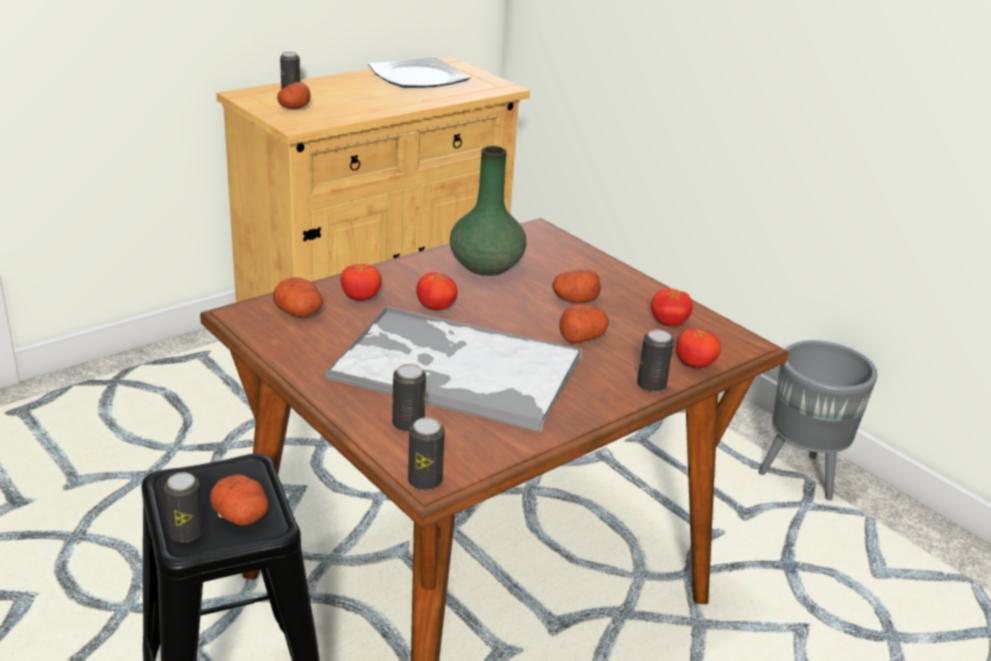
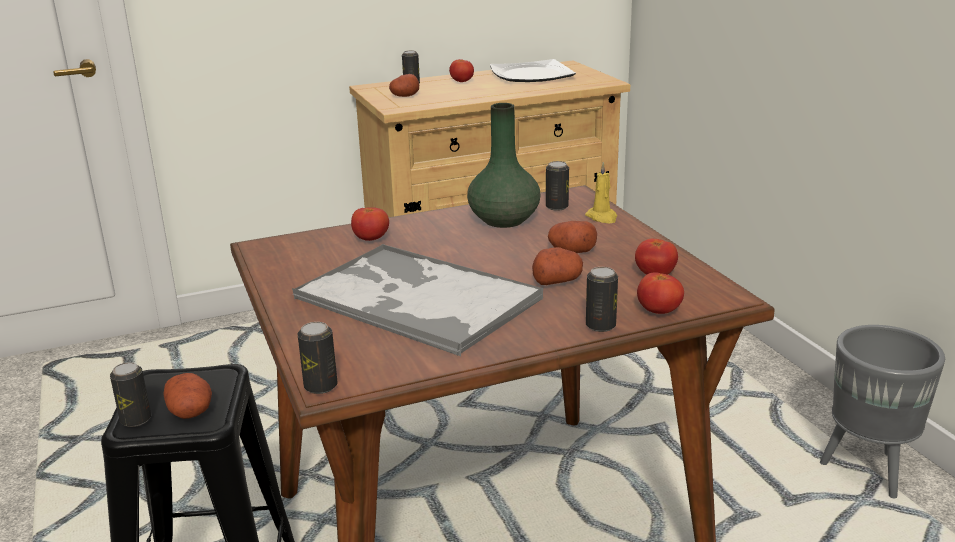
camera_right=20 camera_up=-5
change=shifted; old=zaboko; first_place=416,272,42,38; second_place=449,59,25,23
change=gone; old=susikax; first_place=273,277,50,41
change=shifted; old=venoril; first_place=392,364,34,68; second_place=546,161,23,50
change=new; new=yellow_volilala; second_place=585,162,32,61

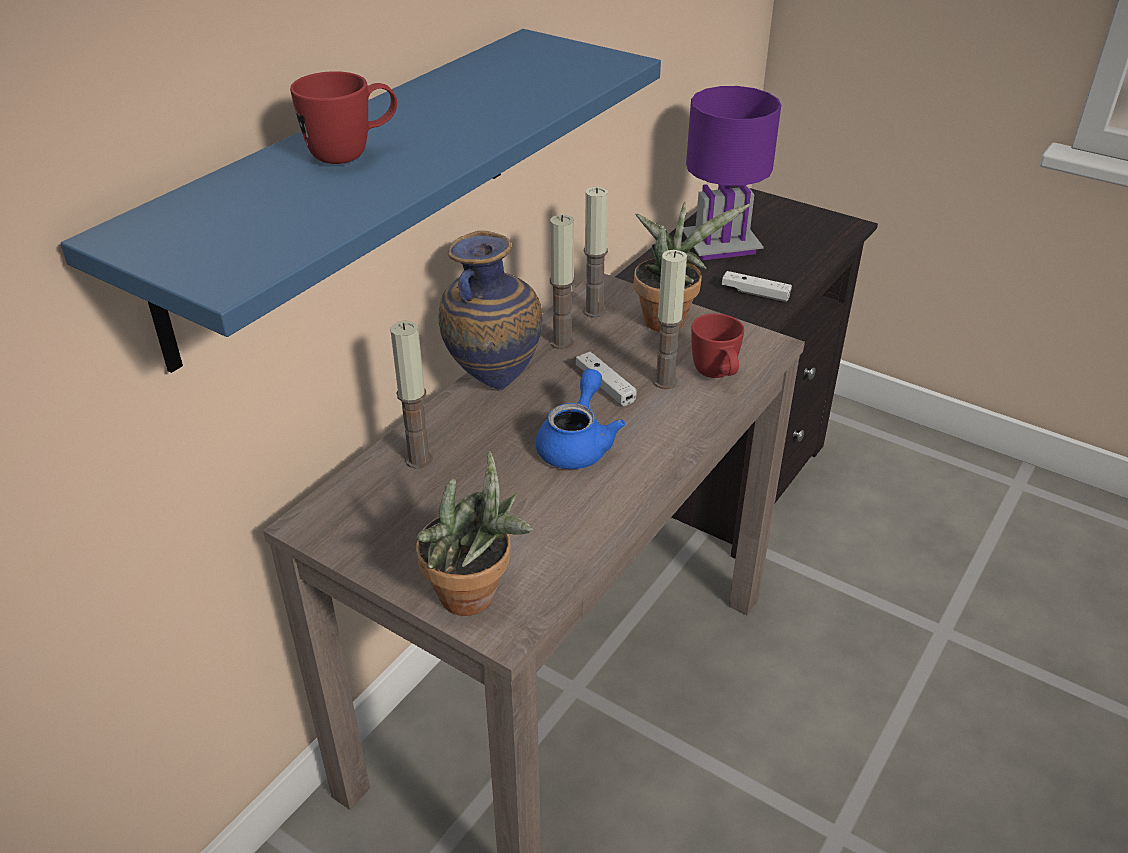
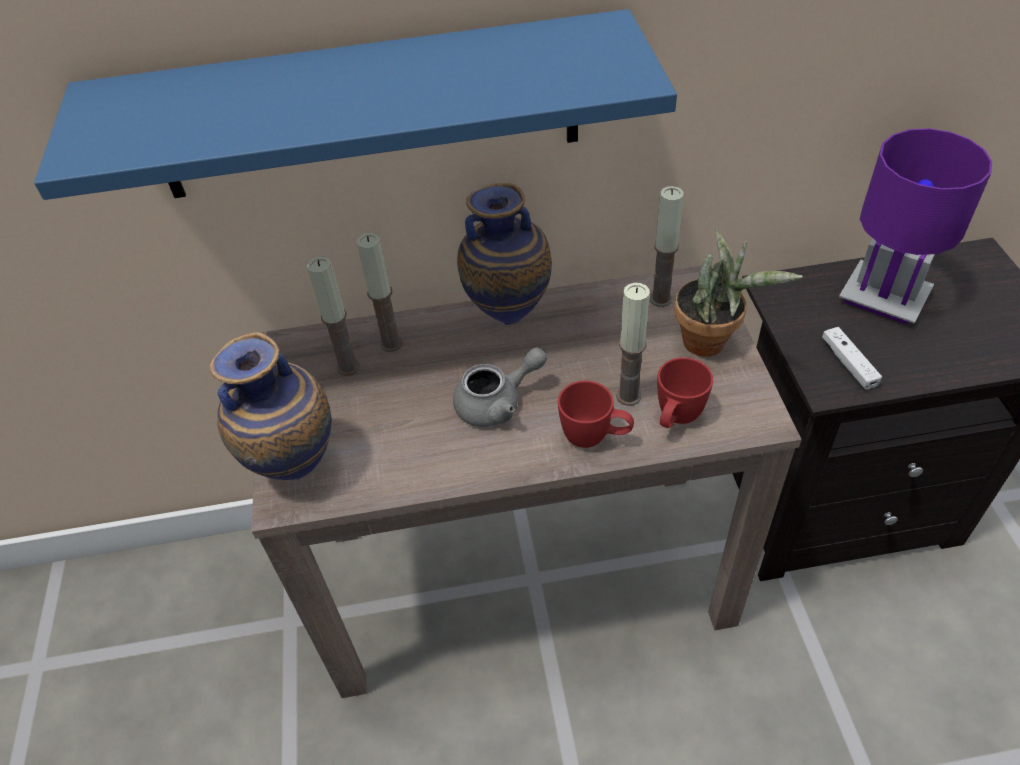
camera_right=50 camera_up=10
change=shifted; old=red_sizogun; first_place=290,71,107,93; second_place=558,381,76,67
change=shifted; old=volilala; first_place=549,215,26,134; second_place=307,257,53,119
change=gone; old=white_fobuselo; first_place=576,352,61,54
change=repainted; old=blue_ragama; new=grey_ragama; first_place=536,369,89,100; second_place=453,348,94,79
change=swapped; old=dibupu; new=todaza; first_place=416,451,117,165; second_place=210,332,122,148

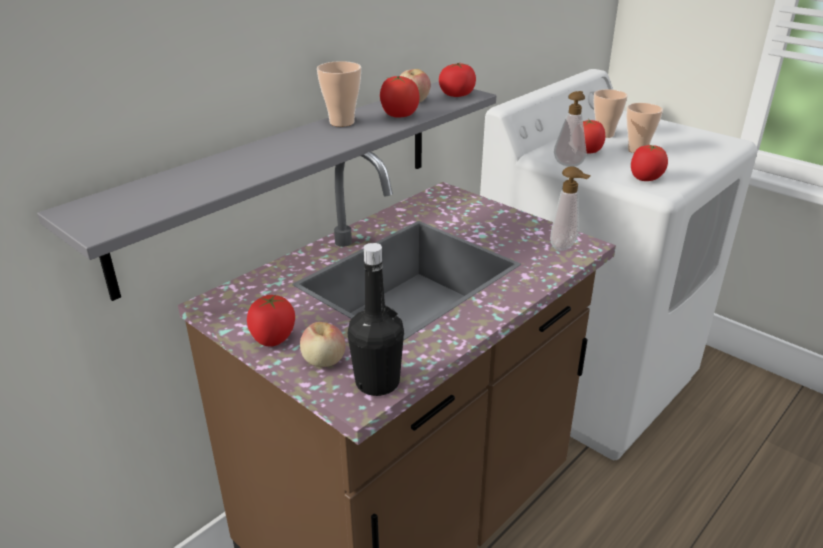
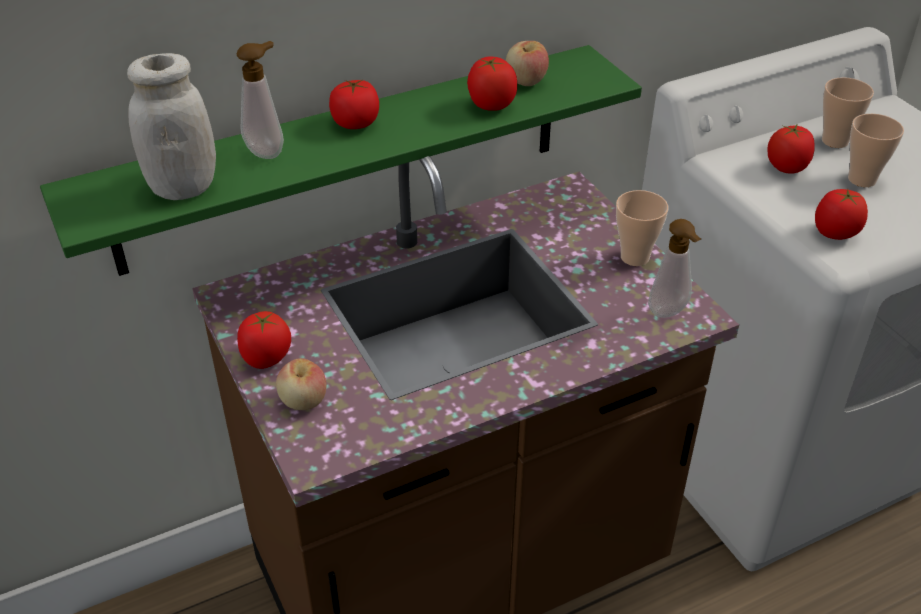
camera_right=20 camera_up=10
change=shifted; old=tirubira; first_place=317,61,44,66; second_place=616,190,52,76
change=shifted; old=zaboko; first_place=439,63,37,34; second_place=329,80,50,49
change=repainted; old=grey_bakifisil; new=green_bakifisil; first_place=37,81,459,220; second_place=40,45,602,231
change=shifted; old=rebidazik; first_place=554,91,33,76; second_place=237,41,47,118
change=gone; old=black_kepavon; first_place=348,243,56,153
change=new; new=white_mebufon; second_place=127,53,89,147

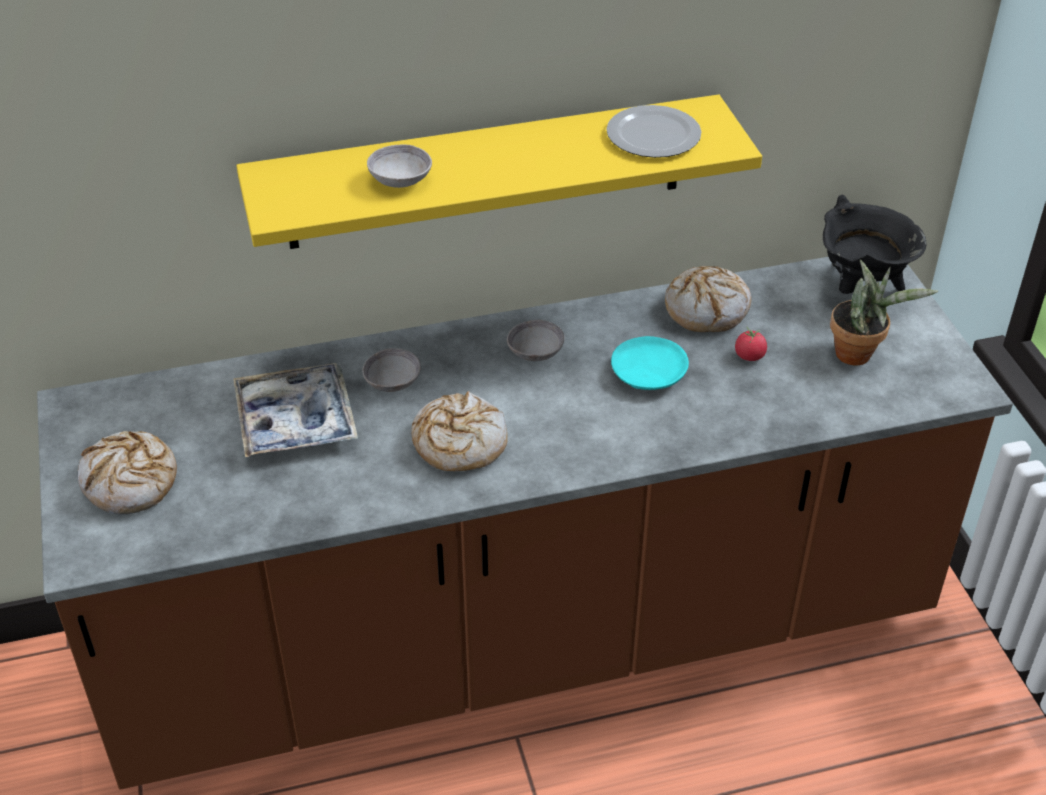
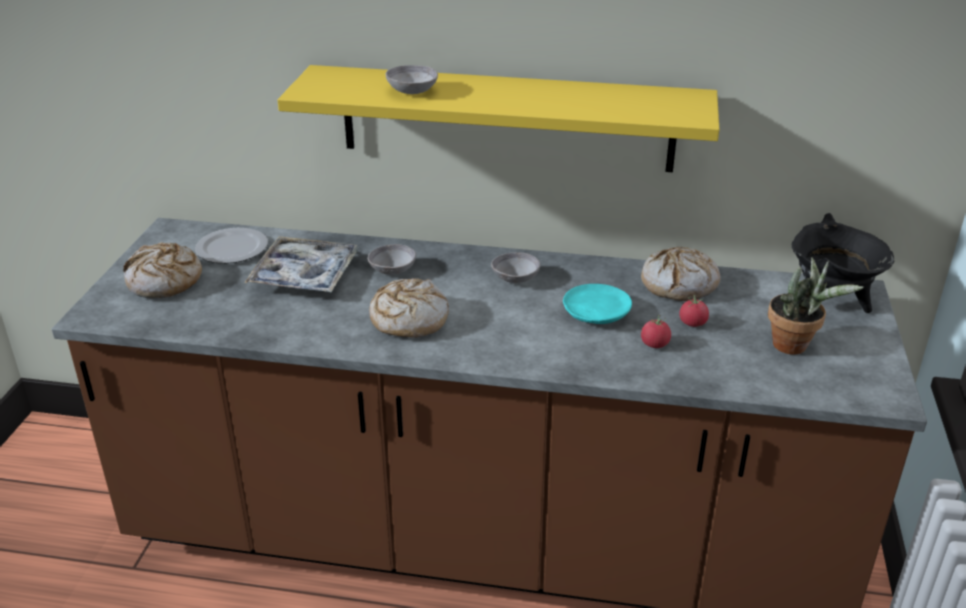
camera_right=25 camera_up=-10
change=shifted; old=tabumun; first_place=606,105,96,53; second_place=195,228,73,36
change=new; new=zaboko; second_place=641,315,30,33

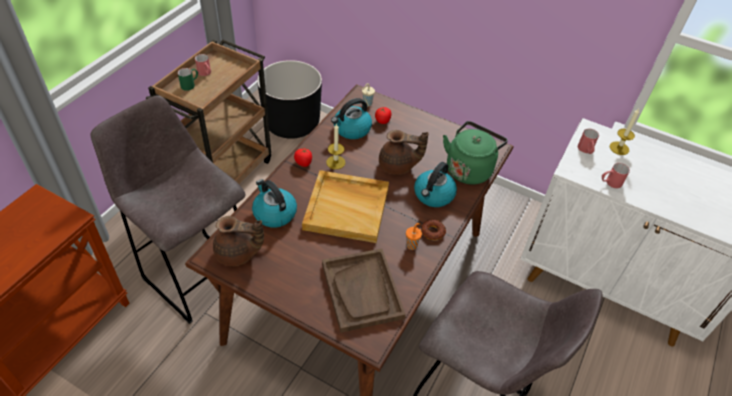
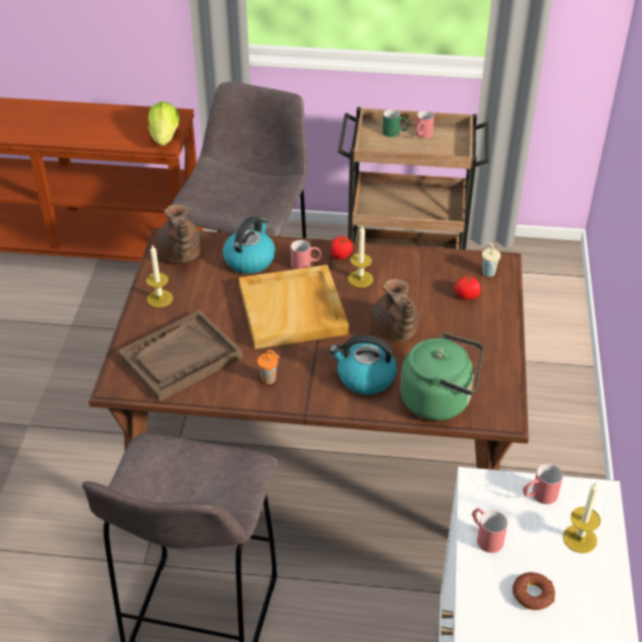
camera_right=70 camera_up=-5
change=gone; old=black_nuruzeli; first_place=257,60,65,79
change=gone; old=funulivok; first_place=331,98,41,41
change=shifted; old=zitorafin; first_place=421,219,25,21; second_place=513,572,42,38
change=new; new=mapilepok; second_place=148,102,32,44
change=new; new=red_sizogun; second_place=291,240,30,29
change=new; new=volilala; second_place=146,245,27,63

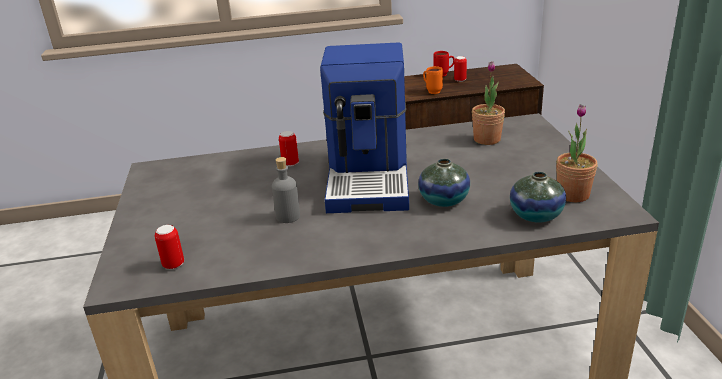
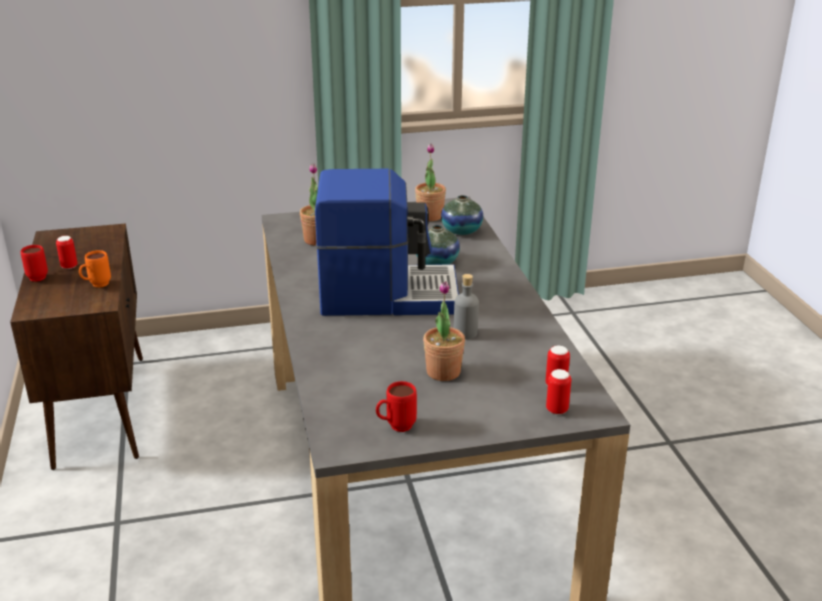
camera_right=-95 camera_up=0
change=shifted; old=venoril; first_place=279,131,20,36; second_place=546,369,25,45
change=new; new=dibupu; second_place=423,281,42,100
change=new; new=red_sizogun; second_place=376,381,41,51

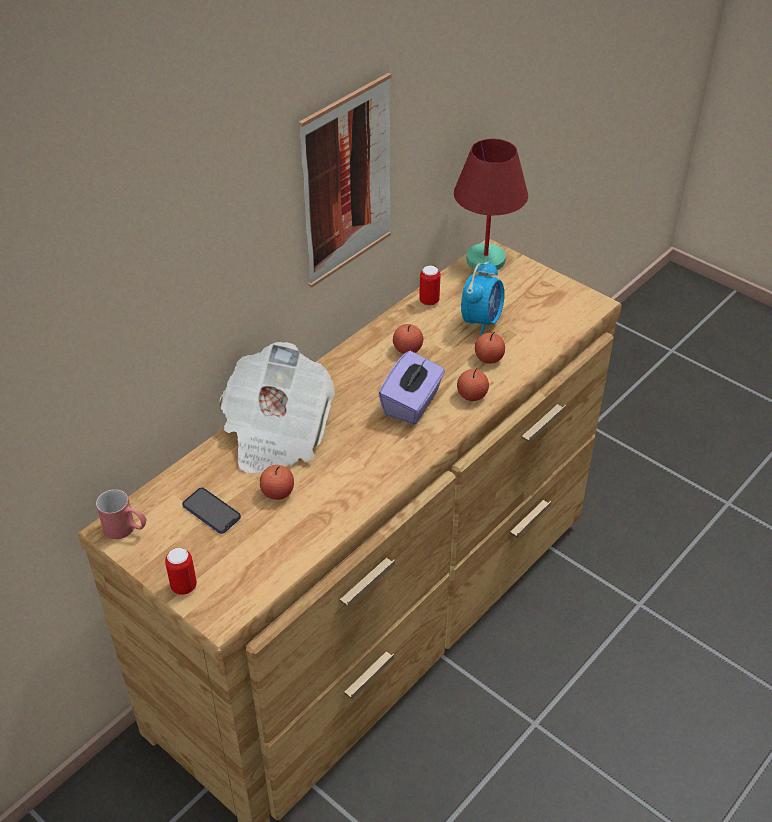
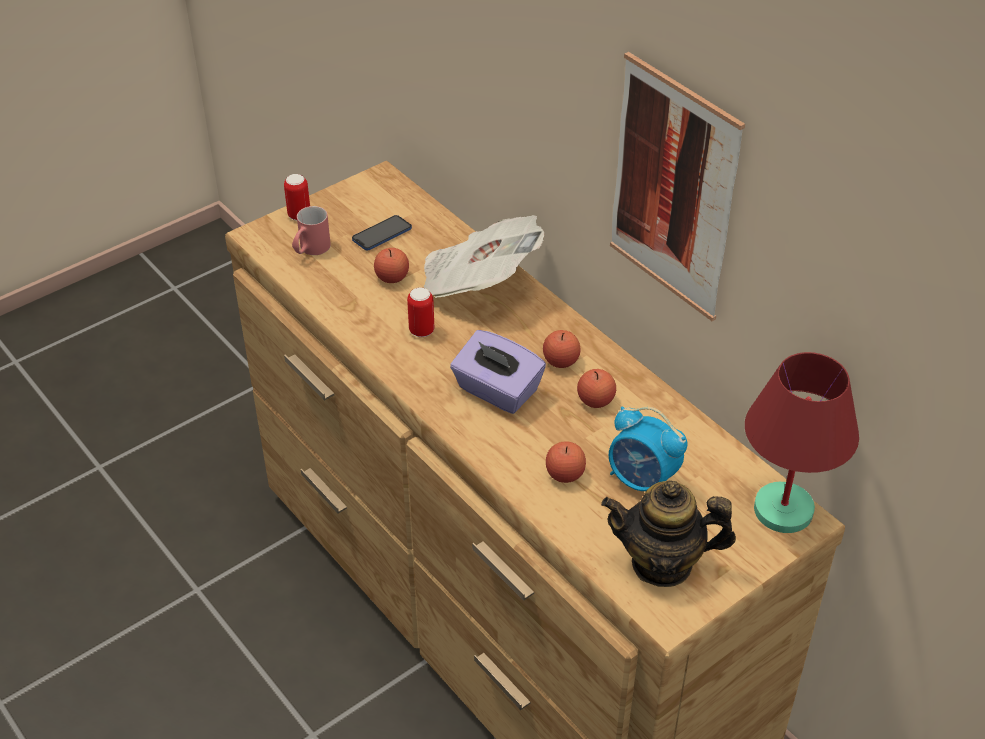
camera_right=100 camera_up=0
change=shifted; old=venoril; first_place=419,266,22,40; second_place=407,287,27,50
change=shifted; old=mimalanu; first_place=457,368,32,33; second_place=543,330,37,38
change=shifted; old=red_sizogun; first_place=96,489,50,50; second_place=292,206,39,49
change=new; new=ragama; second_place=601,480,135,107

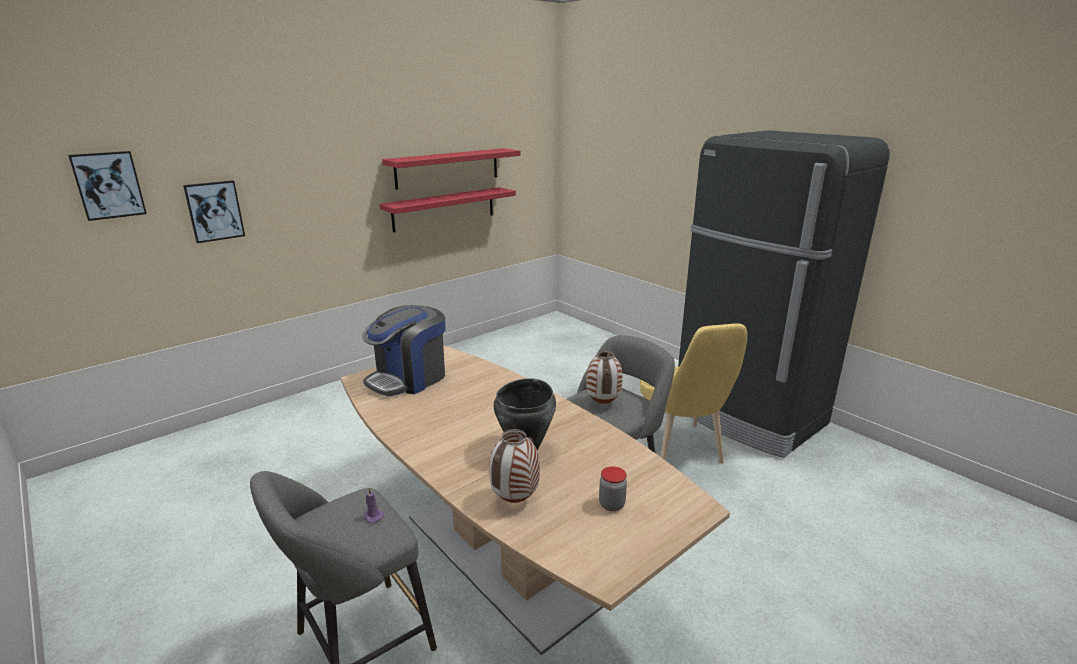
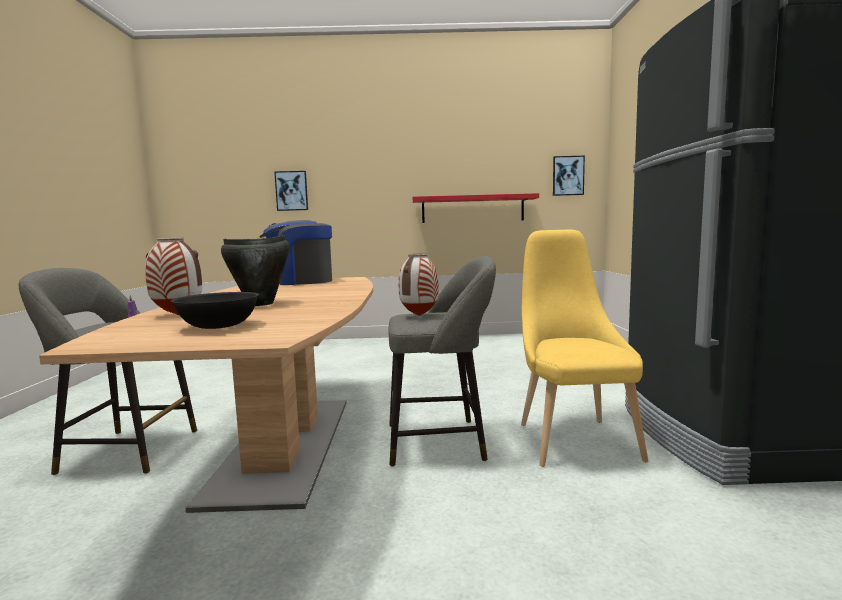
camera_right=40 camera_up=-15
change=gone; old=red_bakifisil; first_place=382,148,139,42
change=shifted; old=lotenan; first_place=68,151,79,70; second_place=553,156,32,40
change=rotated; old=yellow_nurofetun; first_place=640,323,108,141; second_place=521,230,127,237; degrees=150
change=swapped; old=mebufon; new=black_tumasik; first_place=599,466,28,45; second_place=171,292,88,37

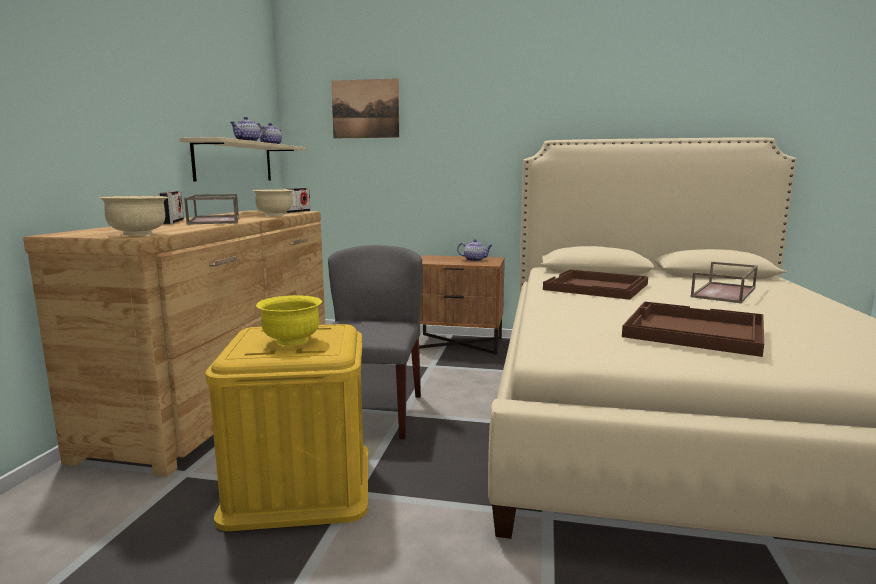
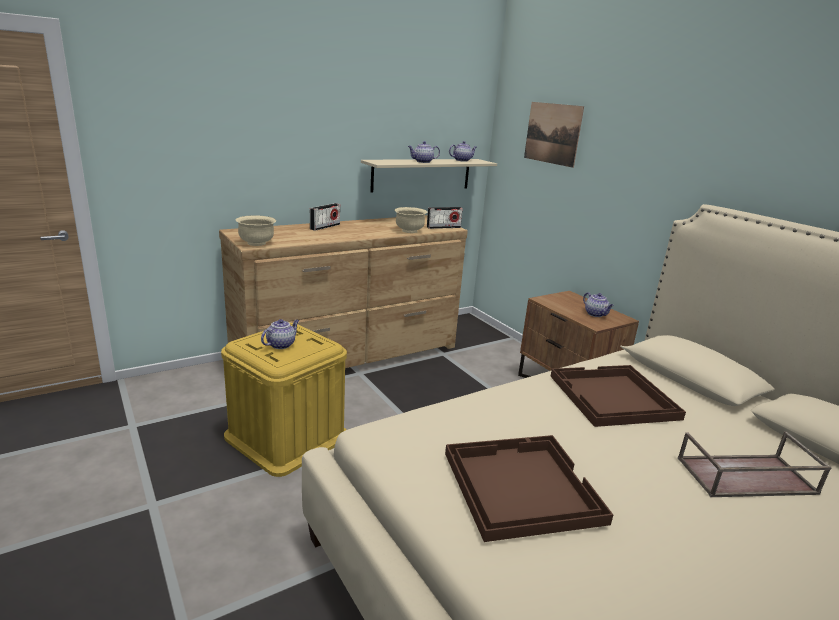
camera_right=45 camera_up=10
change=gone; old=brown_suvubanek; first_place=184,194,55,30
change=gone; old=grey_nurofetun; first_place=328,245,94,194
change=swapped; old=yellow_tumasik; new=ragama; first_place=256,295,66,50; second_place=261,319,38,30

